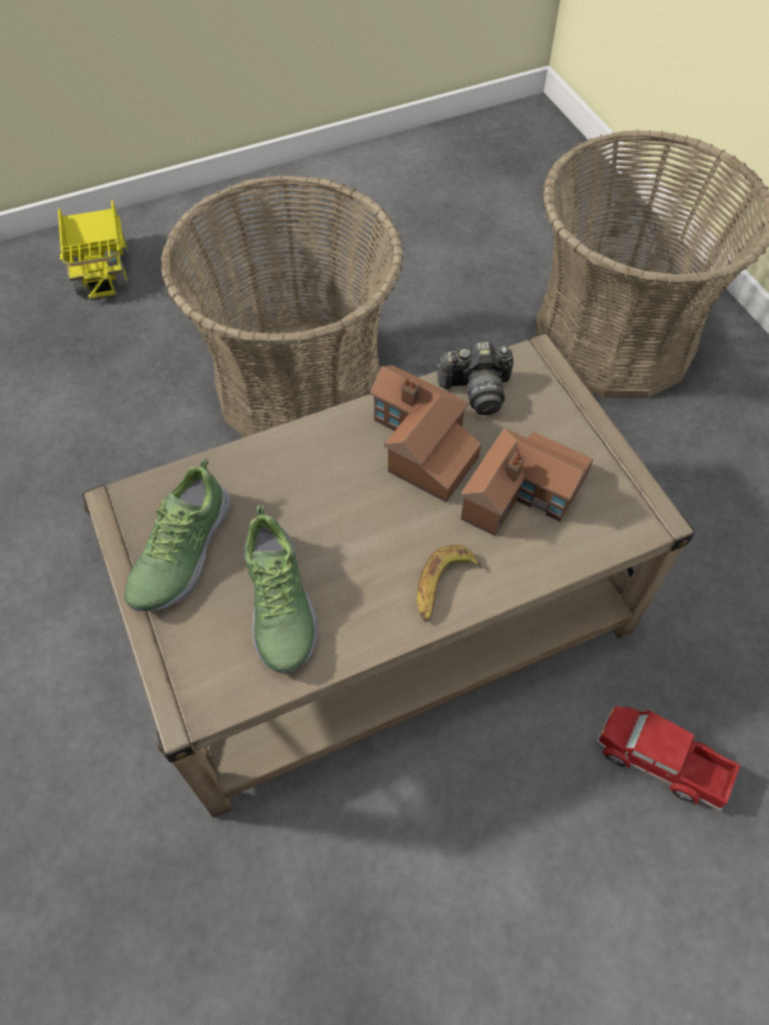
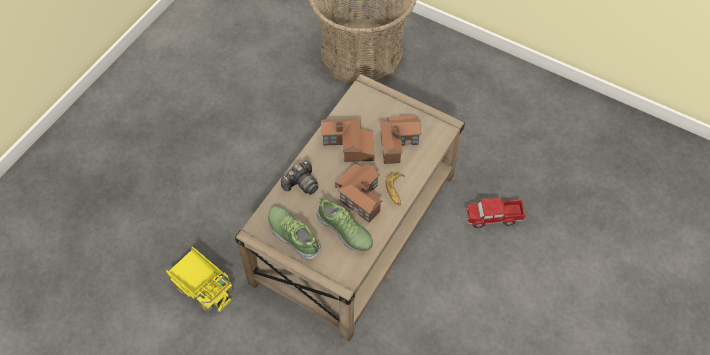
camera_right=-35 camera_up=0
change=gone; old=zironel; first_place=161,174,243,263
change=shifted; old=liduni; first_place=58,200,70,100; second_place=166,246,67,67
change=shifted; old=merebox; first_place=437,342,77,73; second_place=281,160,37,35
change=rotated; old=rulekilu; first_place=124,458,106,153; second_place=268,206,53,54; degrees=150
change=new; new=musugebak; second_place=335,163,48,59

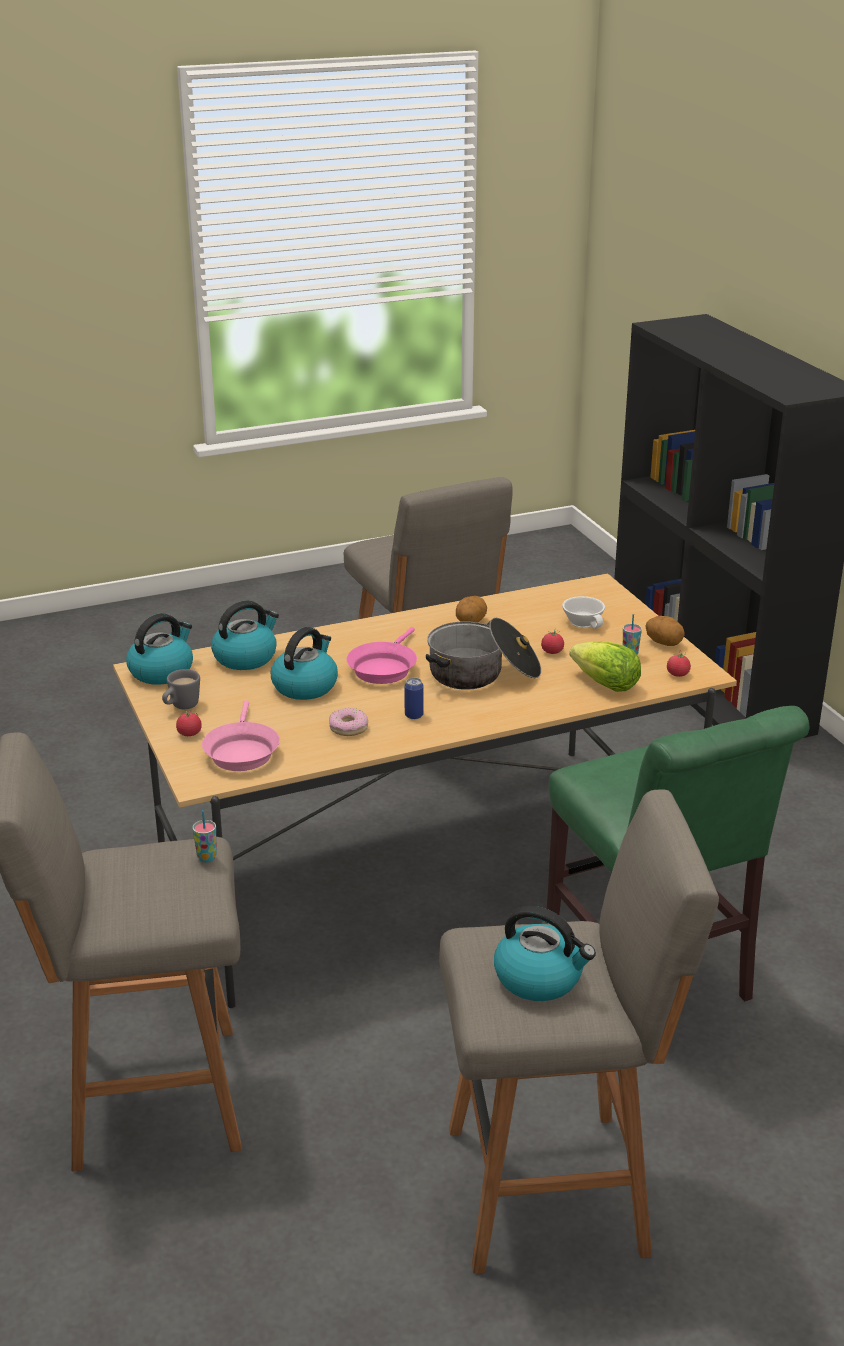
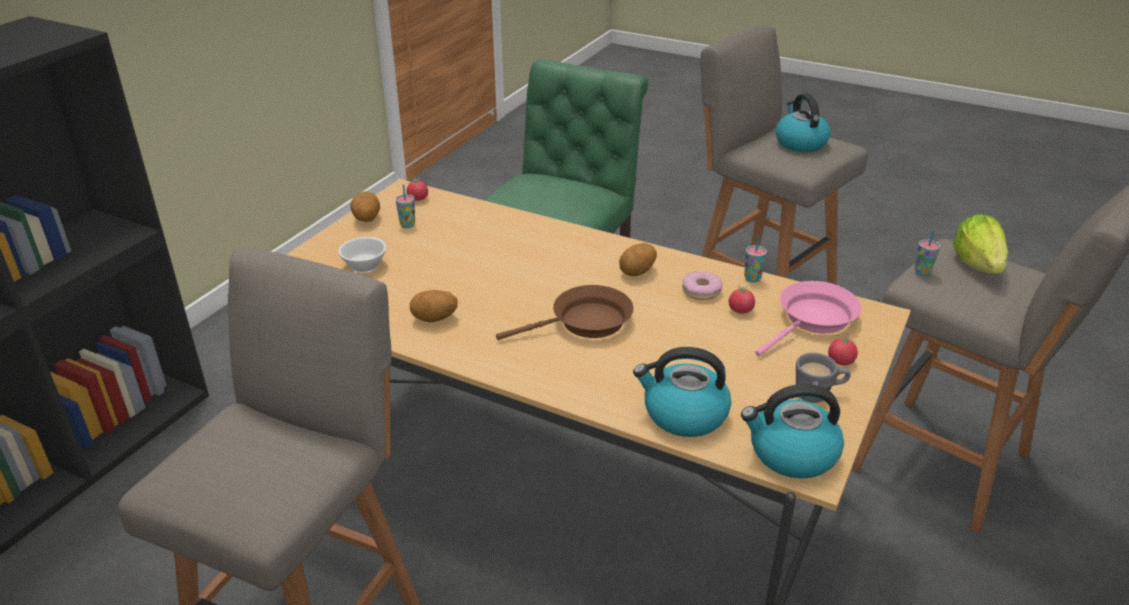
camera_right=-130 camera_up=5
change=gone; old=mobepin; first_place=426,618,115,72
change=gone; old=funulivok; first_place=271,627,67,73
change=repainted; old=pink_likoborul; new=brown_likoborul; first_place=346,627,71,57; second_place=496,285,138,55
change=shifted; old=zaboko; first_place=541,629,23,25; second_place=729,285,26,28
change=shifted; old=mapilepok; first_place=570,641,71,51; second_place=953,214,56,60
change=swapped; old=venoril; new=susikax; first_place=404,677,20,42; second_place=619,243,38,33
change=new; new=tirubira; second_place=744,236,23,47

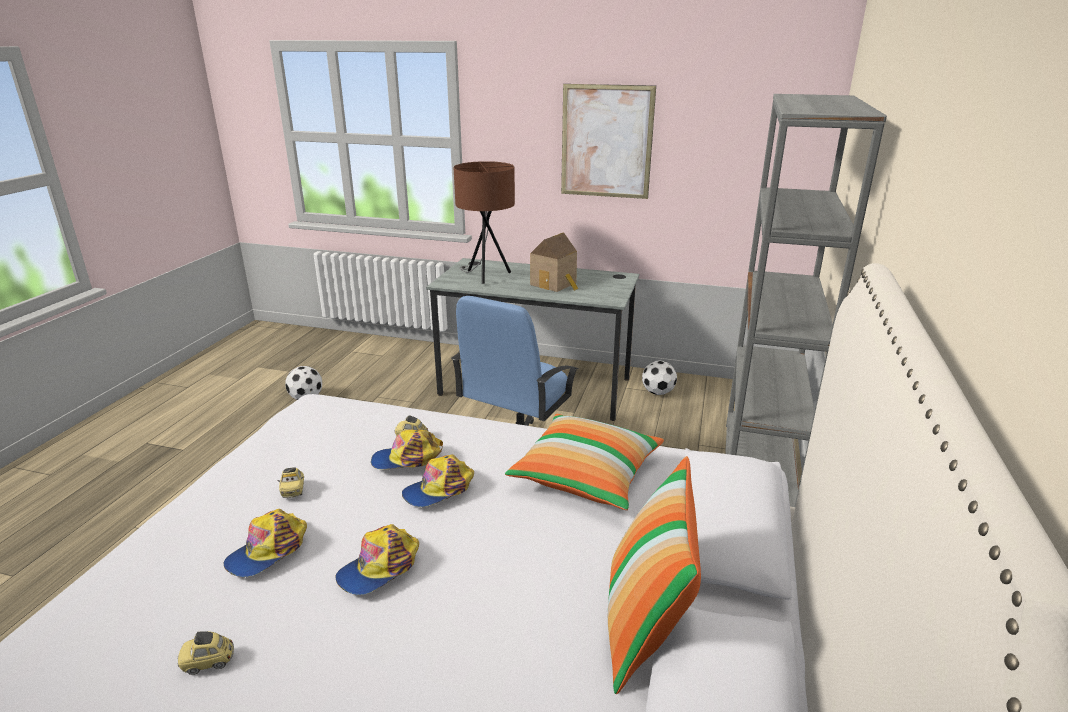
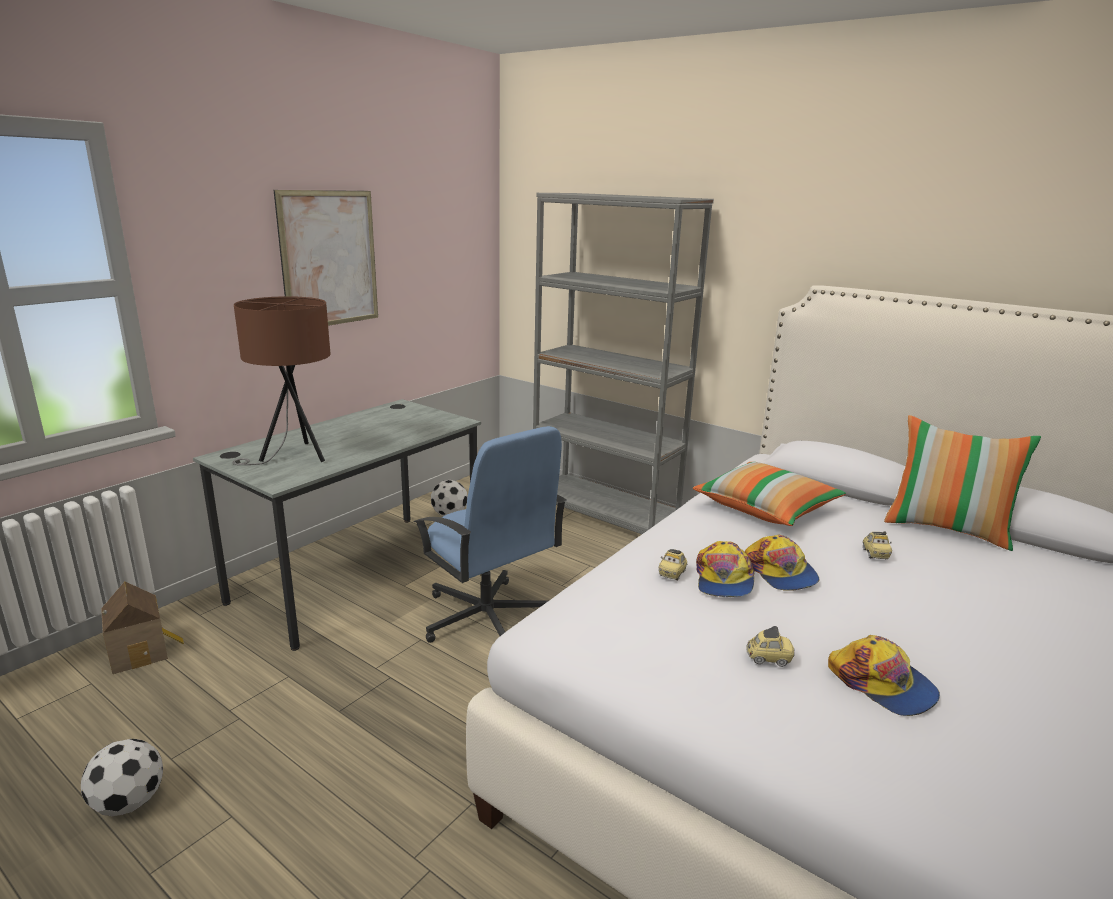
camera_right=-70 camera_up=-5
change=shifted; old=musugebak; first_place=530,232,48,60; second_place=101,581,83,93
change=gone; old=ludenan; first_place=335,524,84,71
change=shifted; old=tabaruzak; first_place=178,631,56,44; second_place=863,531,29,28

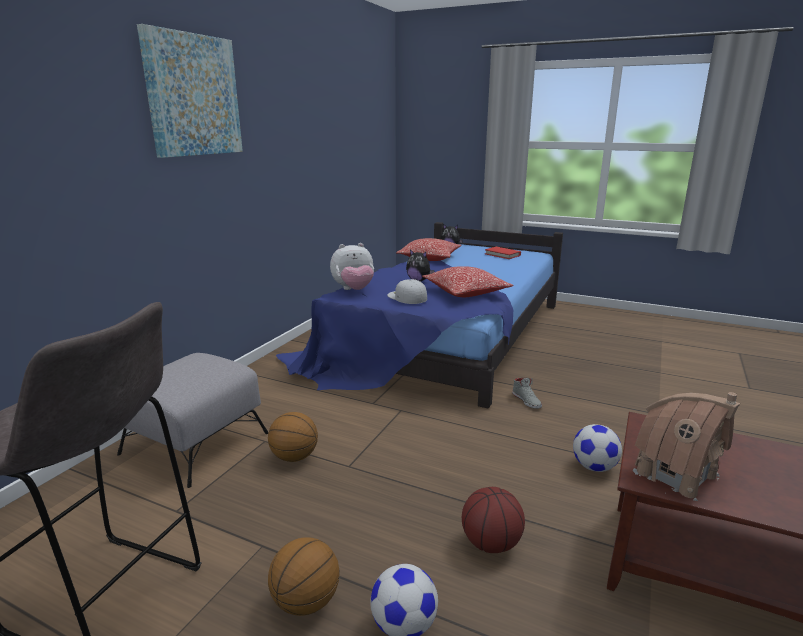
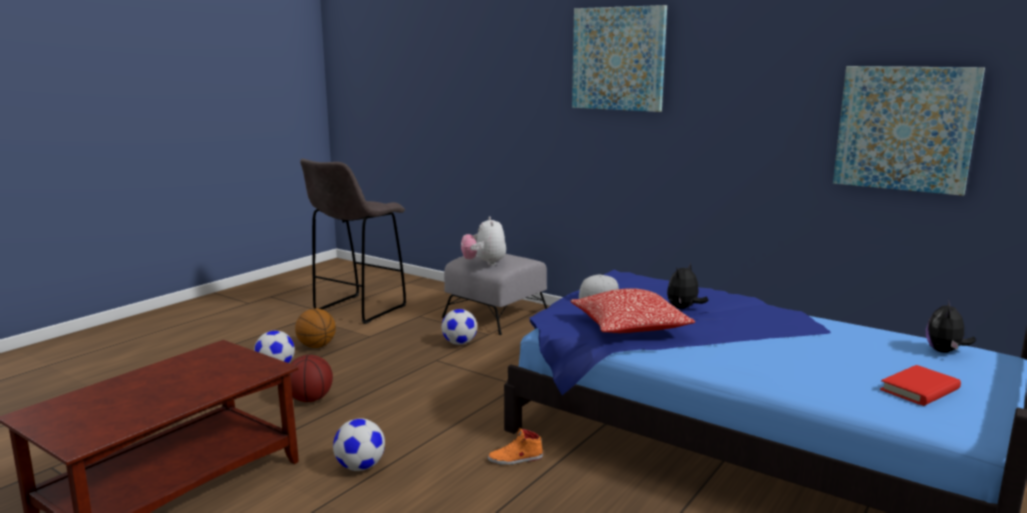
camera_right=100 camera_up=-5
change=gone; old=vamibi; first_place=396,238,65,23
change=shifted; old=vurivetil; first_place=330,243,44,47; second_place=461,217,45,49
change=repainted; old=grey_rulekilu; new=orange_rulekilu; first_place=512,378,30,31; second_place=488,428,55,37
change=gone; old=musugebak; first_place=632,392,108,109
change=swapped; old=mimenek; new=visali; first_place=268,412,50,50; second_place=442,309,35,36
change=new; new=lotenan; second_place=833,66,152,130

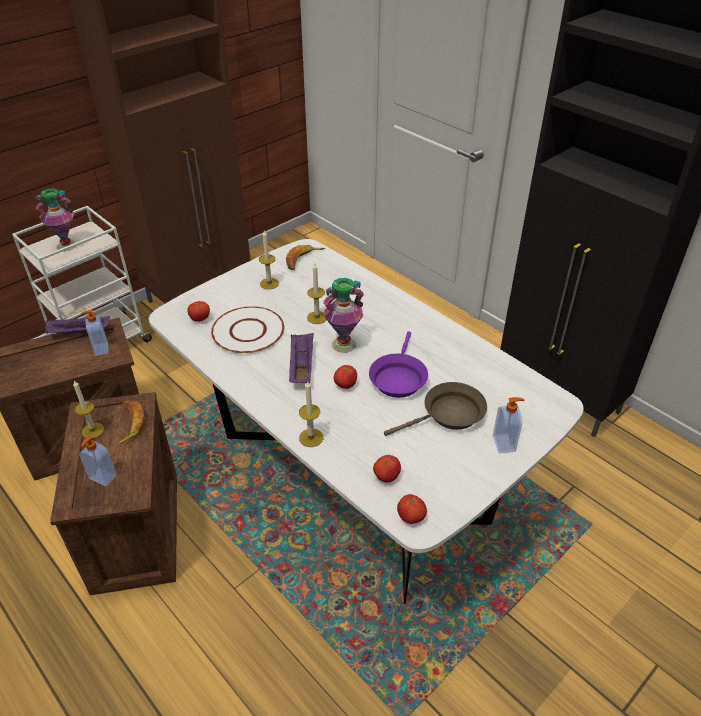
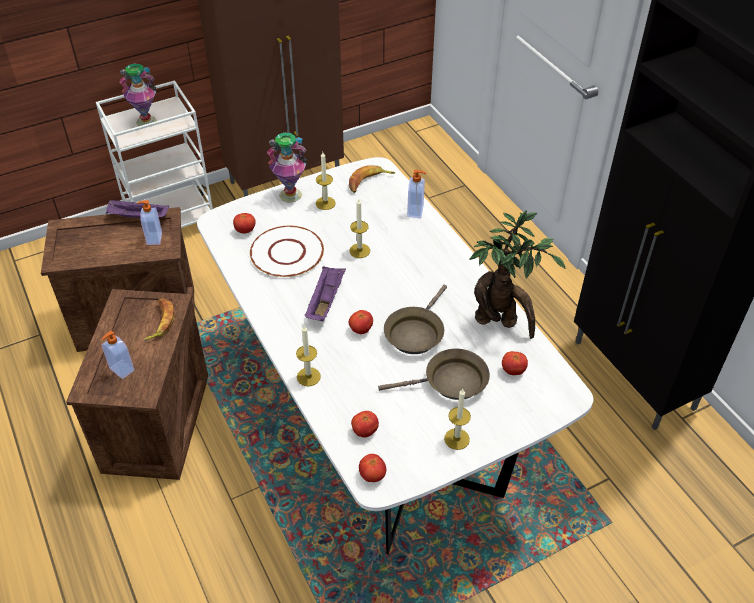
camera_right=15 camera_up=5
change=shifted; old=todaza; first_place=323,278,41,75; second_place=267,133,40,69
change=repainted; old=purple_likoborul; new=brown_likoborul; first_place=369,331,59,67; second_place=384,285,63,69
change=shifted; old=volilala; first_place=73,381,31,58; second_place=444,389,27,61
change=shifted; old=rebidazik; first_place=493,397,32,56; second_place=407,170,19,48
change=new; new=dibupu; second_place=469,211,97,128
change=new; new=zaboko; second_place=502,351,26,24

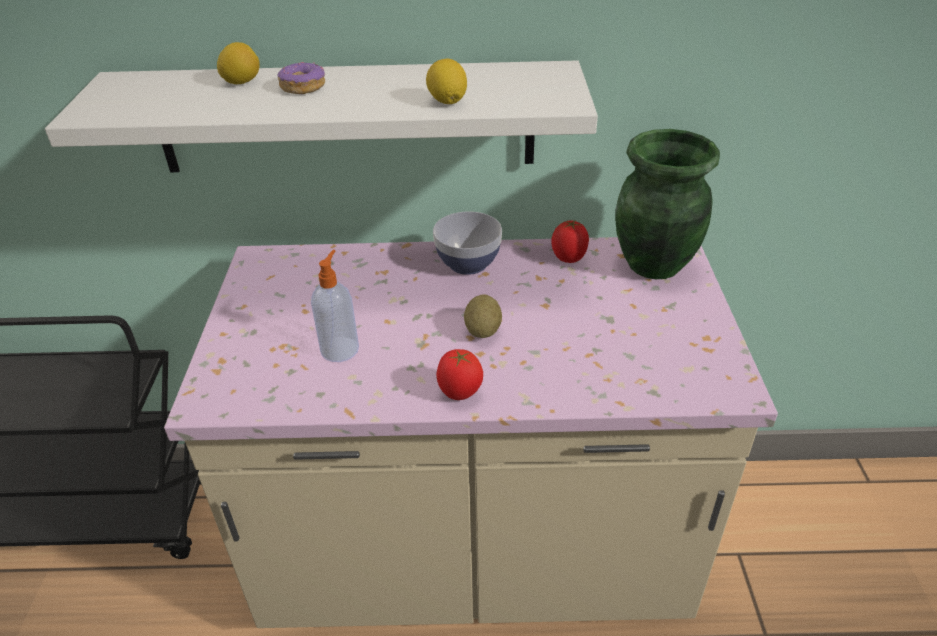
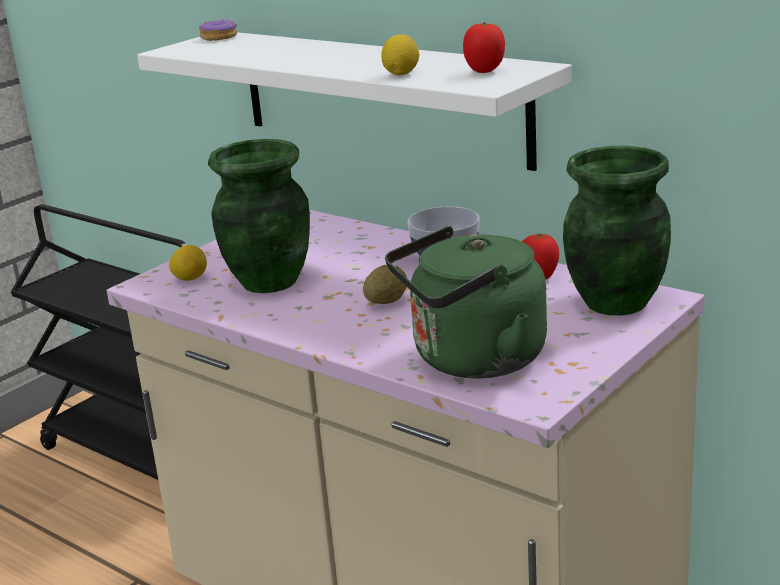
camera_right=40 camera_up=-15
change=shifted; old=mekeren; first_place=217,42,43,42; second_place=169,245,38,36
change=shifted; old=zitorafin; first_place=278,62,47,32; second_place=199,20,38,21
change=swapped; old=rebidazik; new=green_todaza; first_place=311,250,48,112; second_place=208,139,102,154
change=shifted; old=zaboko; first_place=436,349,47,51; second_place=463,22,42,51
change=new; new=green_funulivok; second_place=385,226,162,153

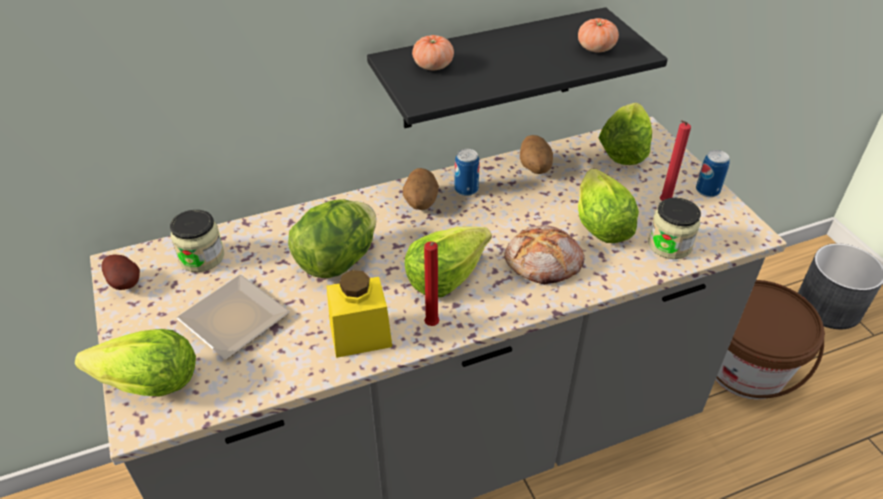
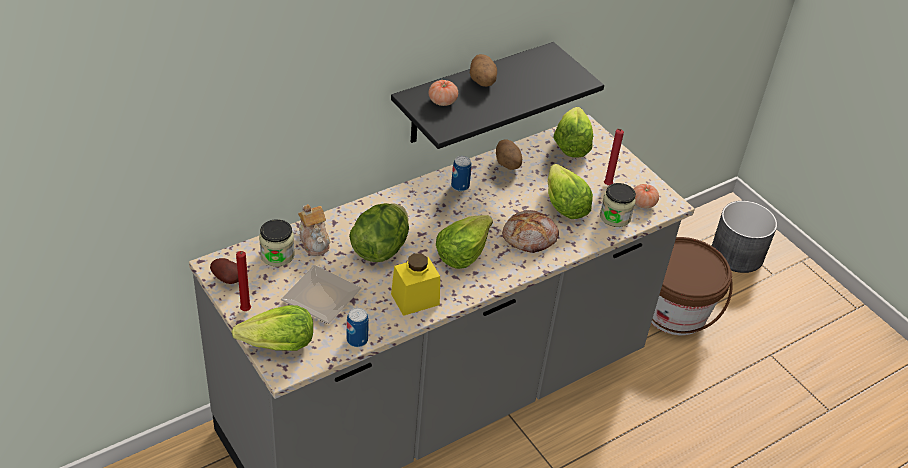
camera_right=-15 camera_up=0
change=shifted; old=zaboko; first_place=578,18,41,34; second_place=634,184,25,24
change=shifted; old=venoril; first_place=696,150,34,47; second_place=347,308,22,39
change=shifted; old=susikax; first_place=403,168,36,42; second_place=470,54,27,33
change=shifted; old=red_volilala; first_place=424,241,16,85; second_place=236,251,15,60
change=new; new=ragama; second_place=298,204,32,52

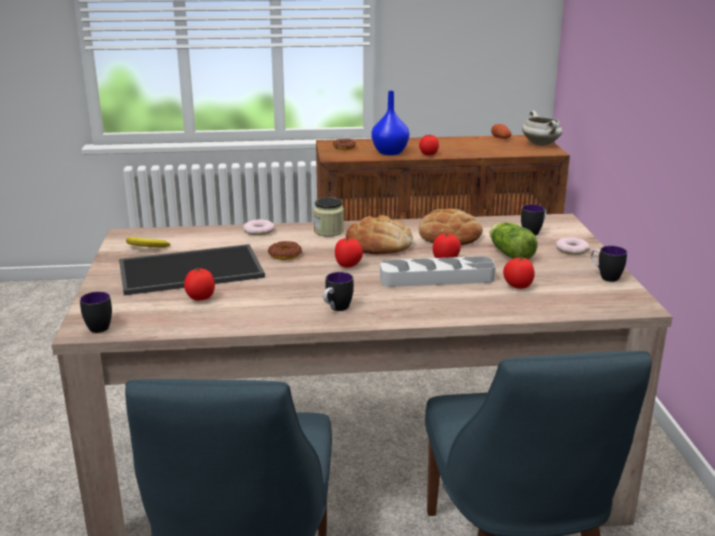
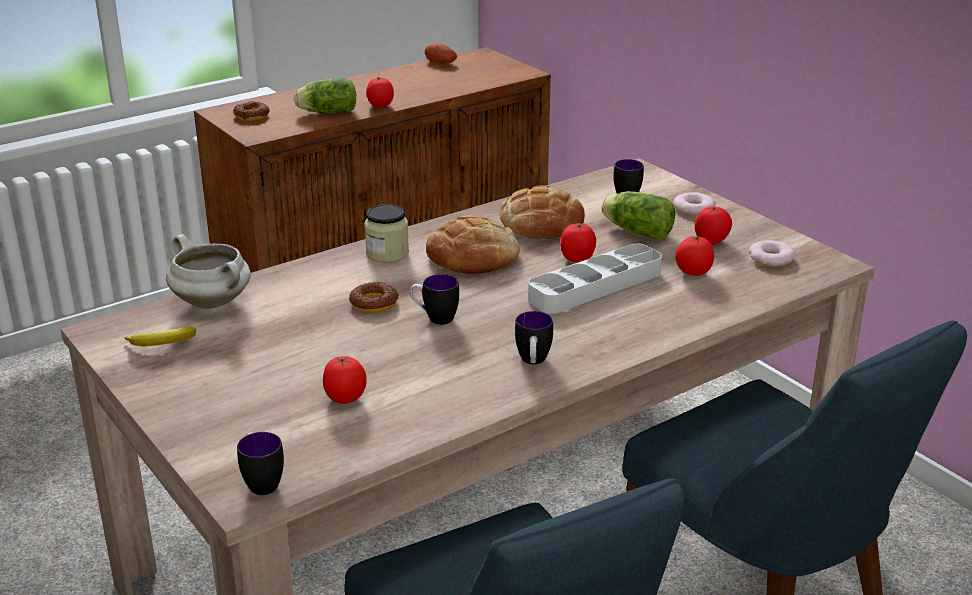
camera_right=-30 camera_up=5
change=swapped; old=blue_todaza; new=mapilepok; first_place=371,91,38,64; second_place=294,78,62,35
change=shifted; old=white_mobepin; first_place=522,111,40,35; second_place=166,234,85,75
change=shifted; old=zitorafin; first_place=243,219,32,17; second_place=749,240,47,27
change=shifted; old=zaboko; first_place=335,238,28,30; second_place=695,206,37,39
change=gone; old=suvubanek; first_place=119,244,146,51
change=shifted; old=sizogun; first_place=591,246,36,36; second_place=410,274,49,51

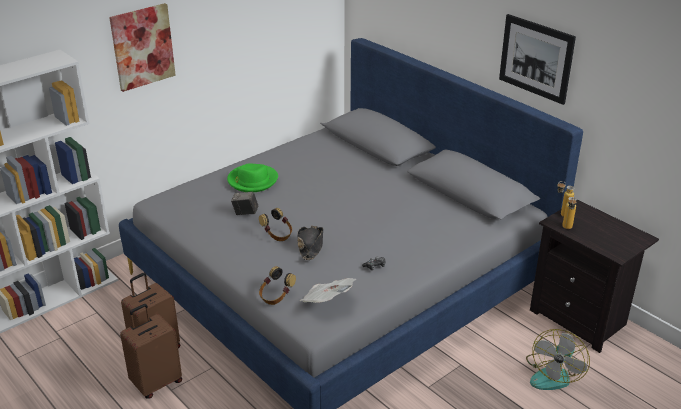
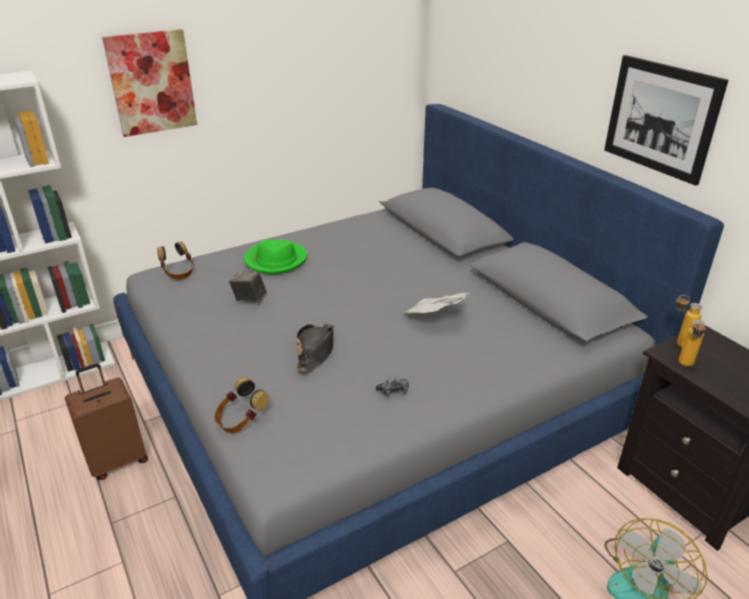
camera_right=10 camera_up=0
change=shifted; old=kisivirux; first_place=259,208,33,33; second_place=157,241,36,39
change=shifted; old=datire; first_place=300,278,56,25; second_place=404,293,65,20
change=gone; old=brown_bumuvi; first_place=120,304,62,95

